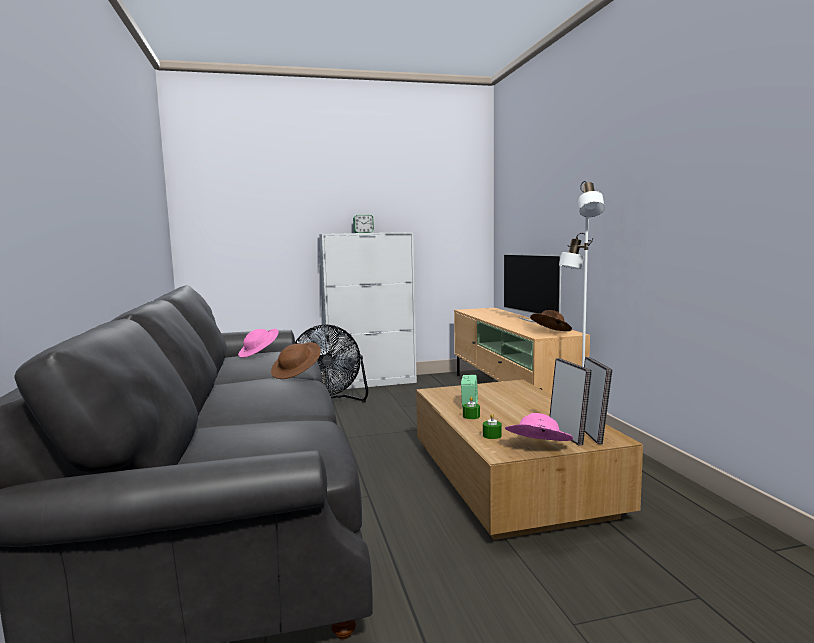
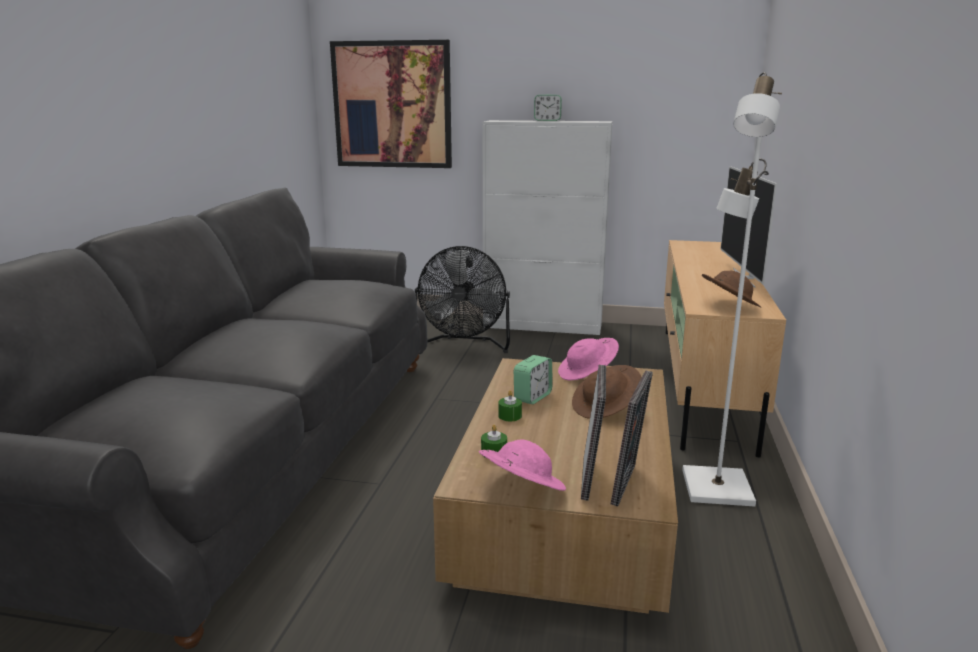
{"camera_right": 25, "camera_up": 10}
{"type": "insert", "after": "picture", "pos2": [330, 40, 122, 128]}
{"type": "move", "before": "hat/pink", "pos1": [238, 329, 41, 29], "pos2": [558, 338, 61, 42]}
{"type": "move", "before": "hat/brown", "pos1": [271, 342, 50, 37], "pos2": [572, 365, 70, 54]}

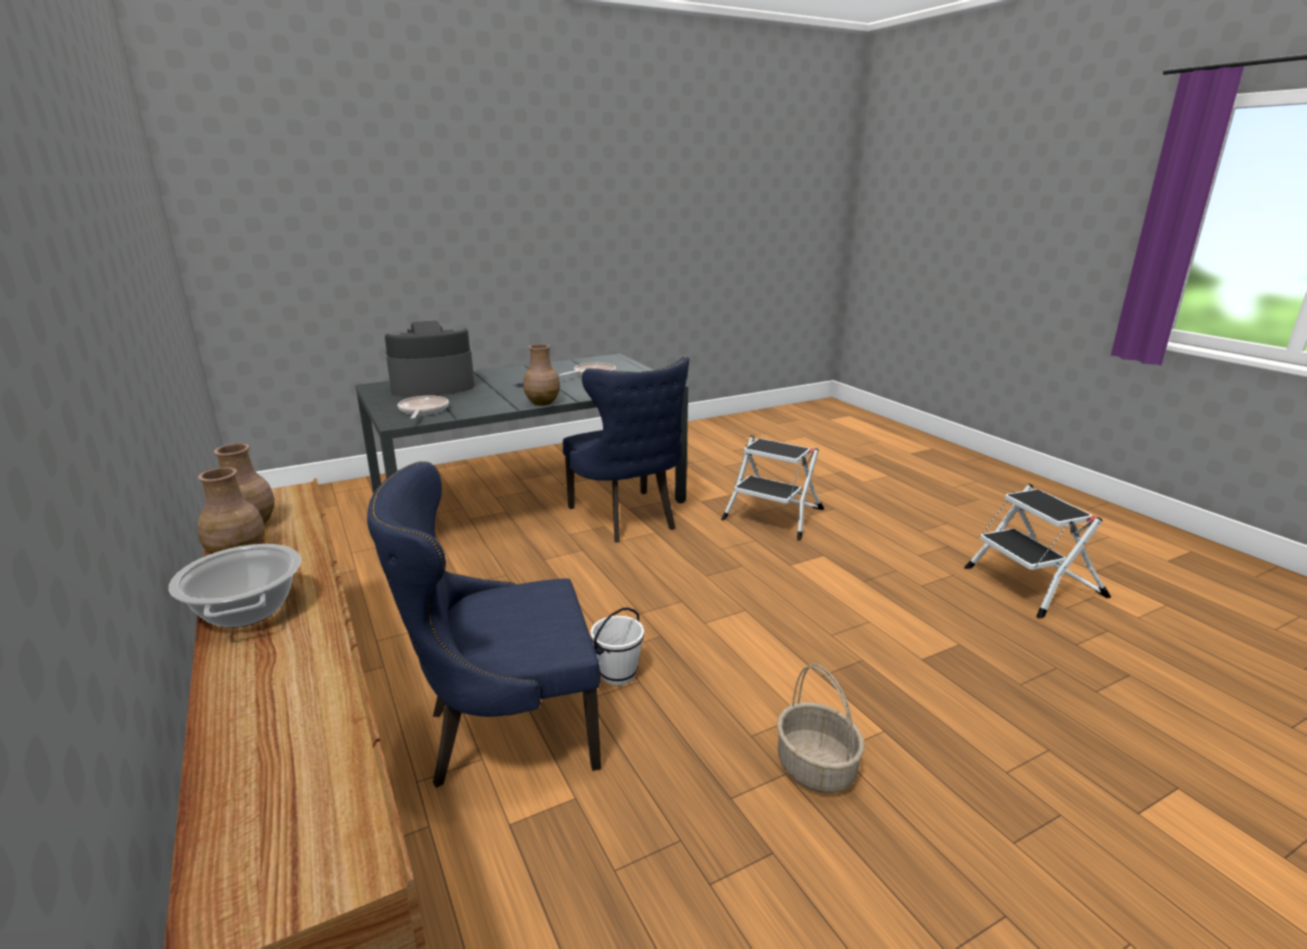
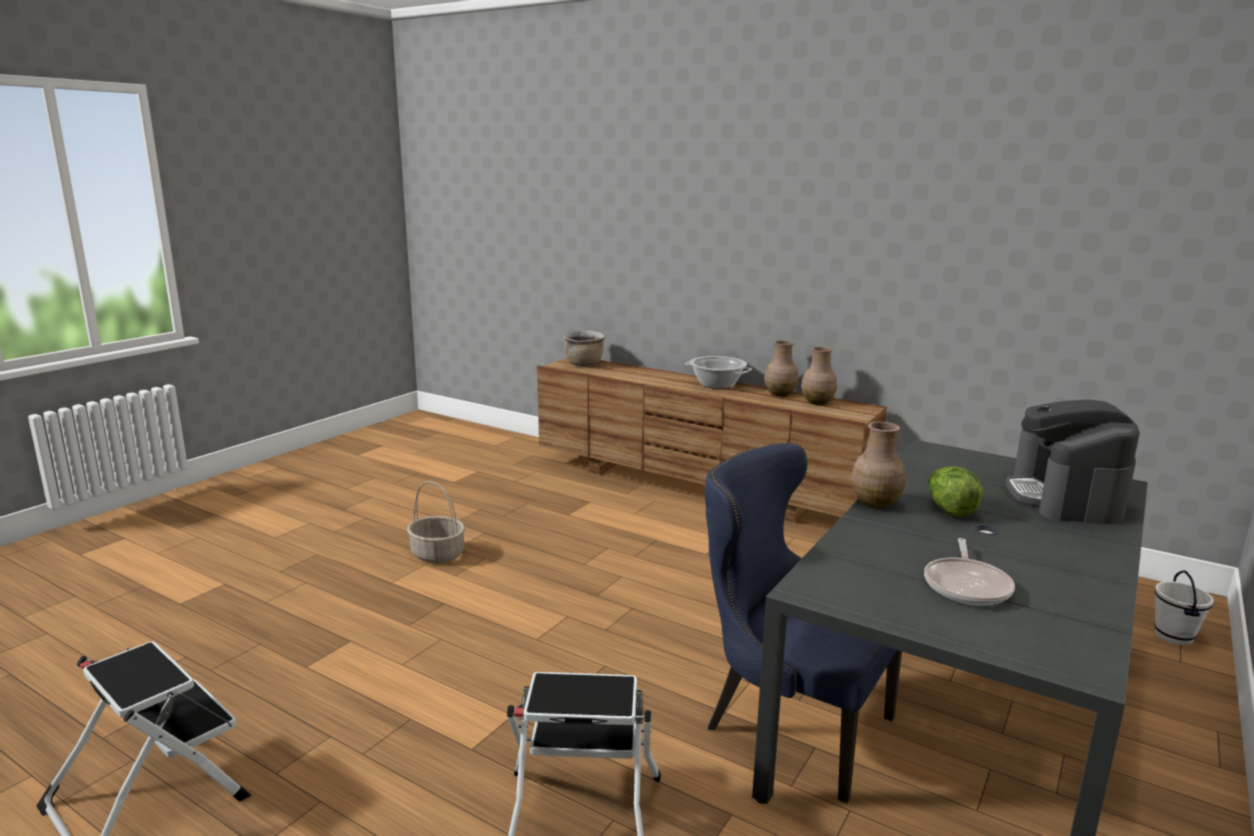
{"camera_right": 150, "camera_up": -5}
{"type": "delete", "before": "chair/blue", "pos1": [367, 461, 234, 327]}
{"type": "delete", "before": "frying pan", "pos1": [398, 395, 51, 24]}
{"type": "insert", "after": "cooking pot/brown", "pos2": [564, 331, 41, 35]}
{"type": "insert", "after": "lettuce", "pos2": [928, 466, 55, 51]}
{"type": "move", "before": "bucket/white", "pos1": [591, 607, 53, 79], "pos2": [1155, 570, 59, 75]}
{"type": "rotate", "before": "coffee machine", "pos1": [385, 321, 90, 76], "pos2": [1006, 399, 134, 125], "turn": 150}

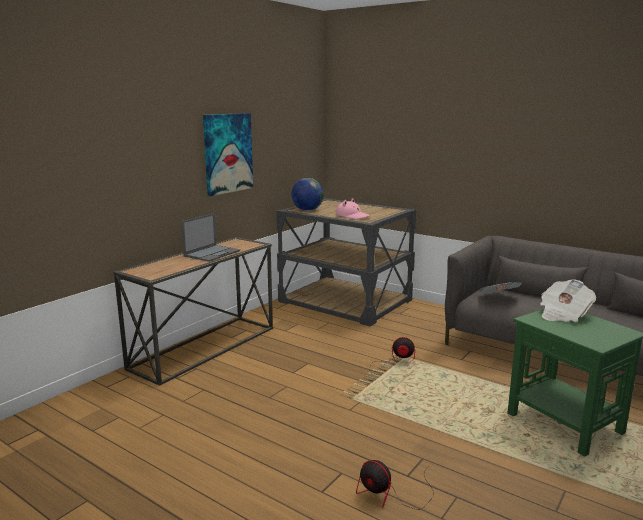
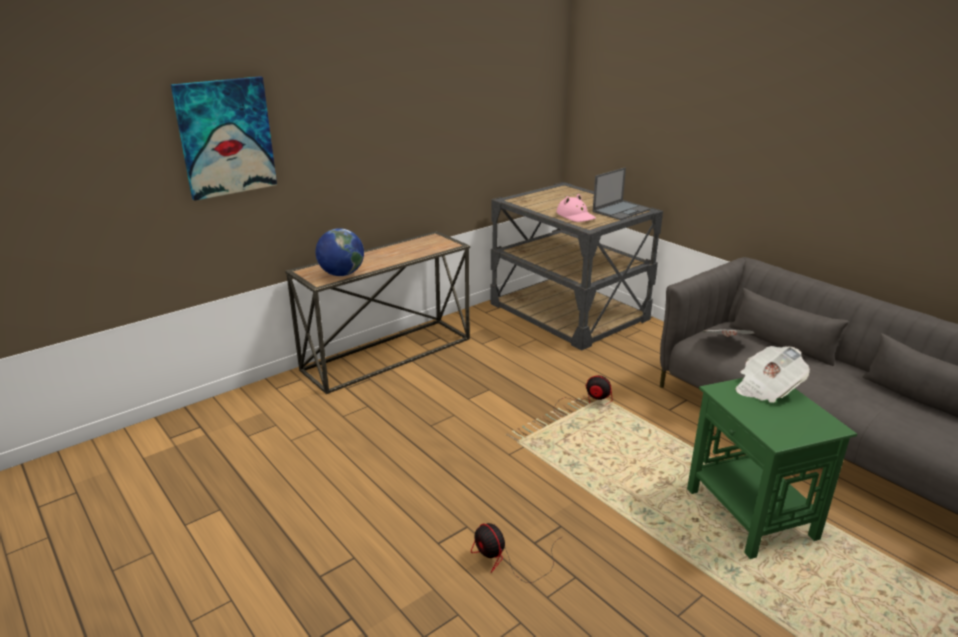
{"camera_right": 15, "camera_up": 10}
{"type": "move", "before": "laptop", "pos1": [181, 213, 59, 49], "pos2": [592, 168, 58, 52]}
{"type": "move", "before": "picture", "pos1": [203, 113, 50, 83], "pos2": [171, 76, 106, 125]}
{"type": "move", "before": "globe", "pos1": [291, 178, 33, 33], "pos2": [315, 228, 49, 48]}

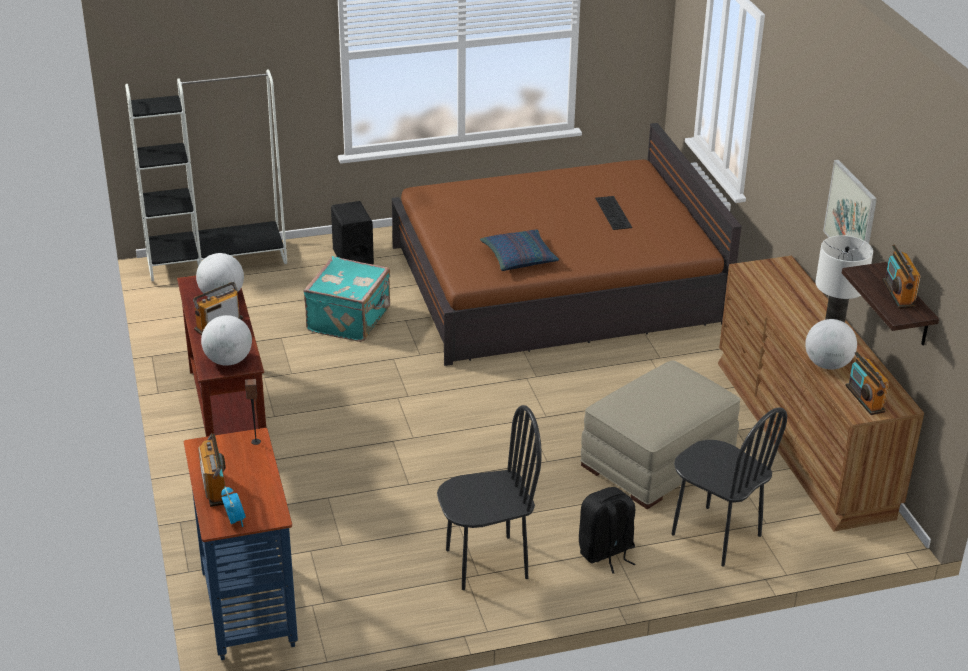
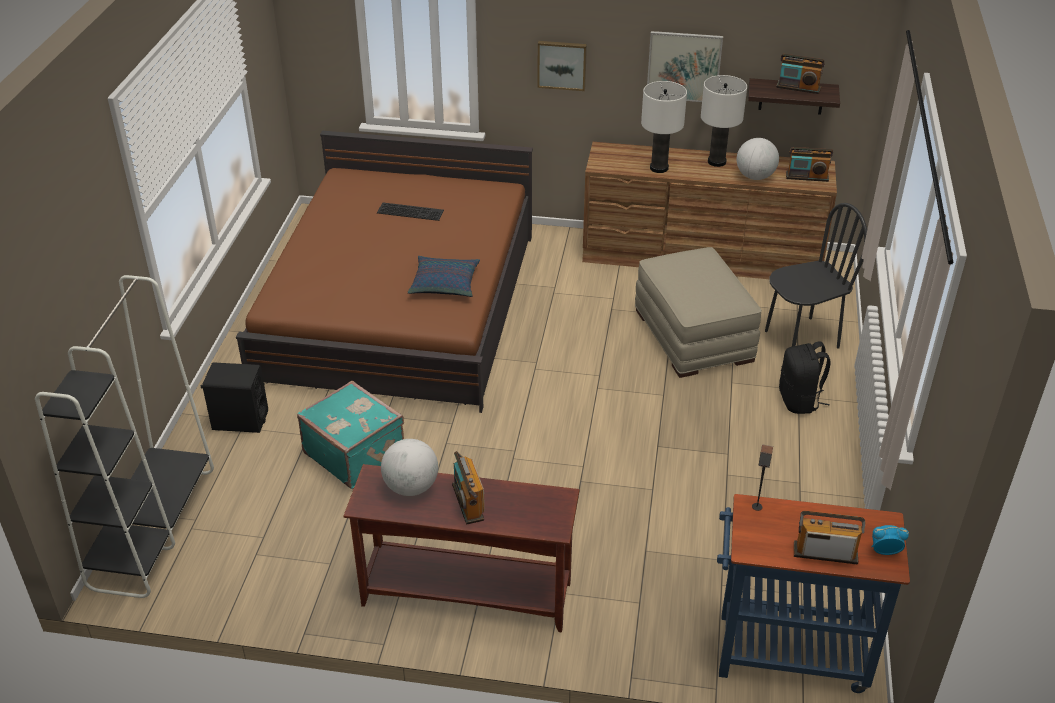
{"camera_right": -65, "camera_up": 5}
{"type": "delete", "before": "globe", "pos1": [201, 315, 51, 51]}
{"type": "delete", "before": "chair/black", "pos1": [437, 405, 105, 185]}
{"type": "insert", "after": "picture", "pos2": [537, 41, 50, 50]}
{"type": "insert", "after": "table lamp/white", "pos2": [641, 81, 46, 92]}

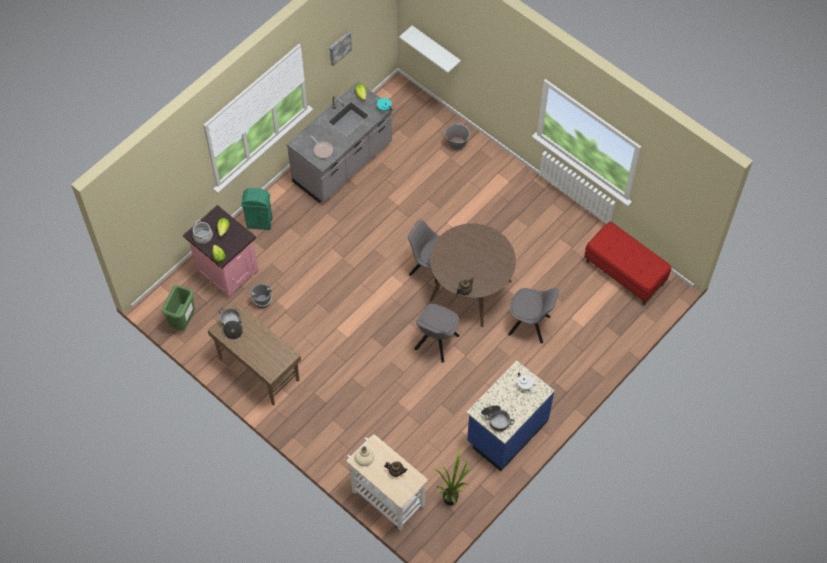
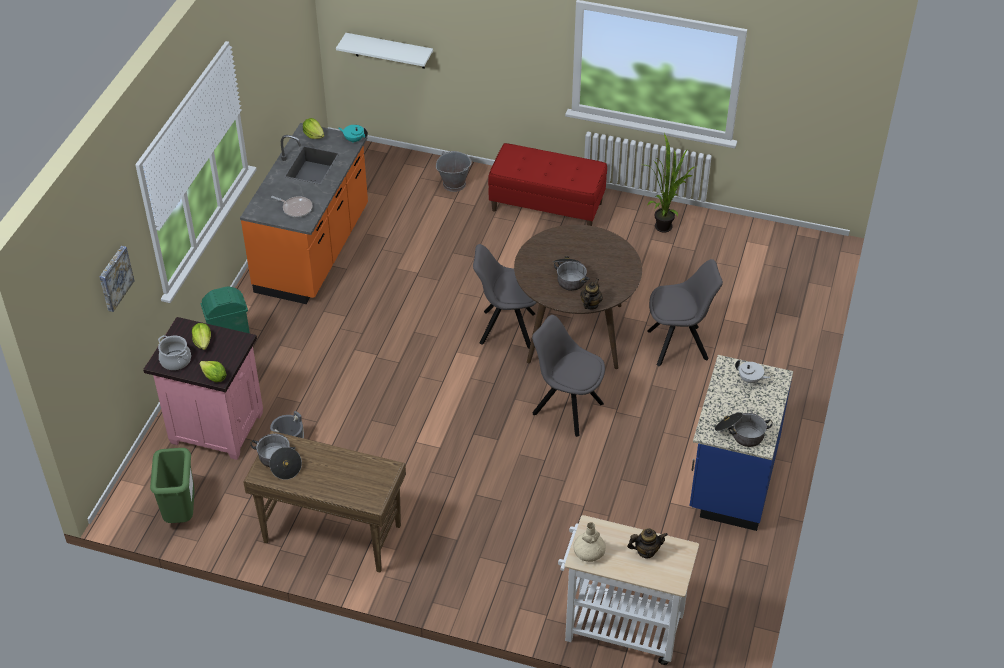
{"camera_right": -25, "camera_up": -15}
{"type": "insert", "after": "cooking pot", "pos2": [552, 256, 38, 35]}
{"type": "move", "before": "picture", "pos1": [330, 31, 22, 35], "pos2": [100, 246, 35, 66]}
{"type": "move", "before": "potted plant", "pos1": [432, 450, 40, 56], "pos2": [645, 134, 51, 99]}
{"type": "move", "before": "bench/red", "pos1": [584, 222, 87, 83], "pos2": [488, 143, 119, 83]}
{"type": "recolor", "before": "counter/grey", "after": "counter/orange", "pos1": [286, 82, 108, 121], "pos2": [240, 123, 128, 181]}
{"type": "rotate", "before": "chair/grey", "pos1": [414, 304, 46, 59], "pos2": [532, 315, 73, 122], "turn": 120}

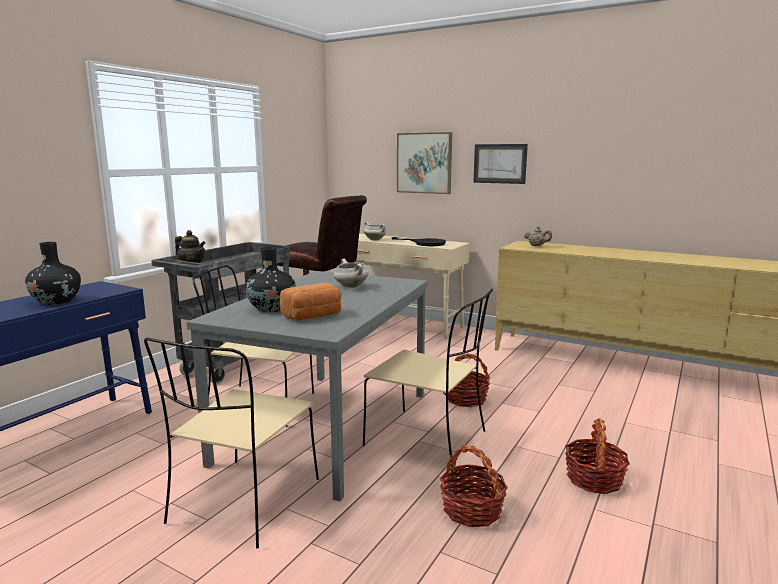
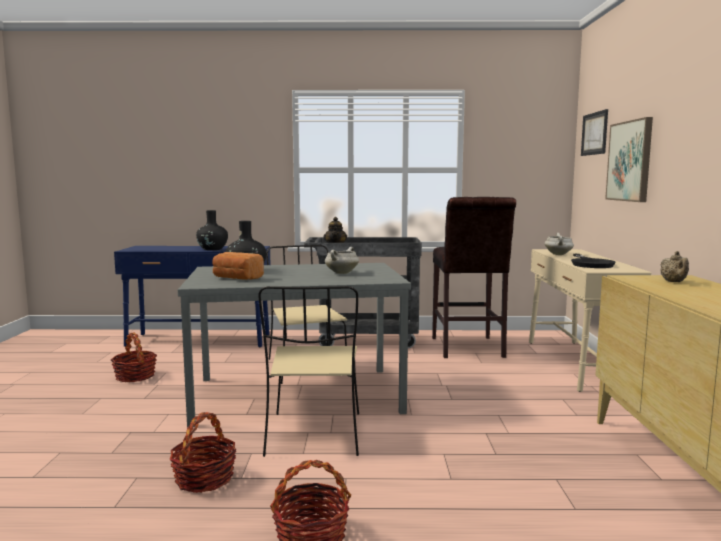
{"camera_right": 60, "camera_up": -5}
{"type": "delete", "before": "chair/beige", "pos1": [144, 337, 175, 211]}
{"type": "move", "before": "basket", "pos1": [448, 353, 42, 54], "pos2": [111, 332, 46, 50]}
{"type": "move", "before": "picture", "pos1": [473, 144, 55, 40], "pos2": [581, 109, 27, 47]}

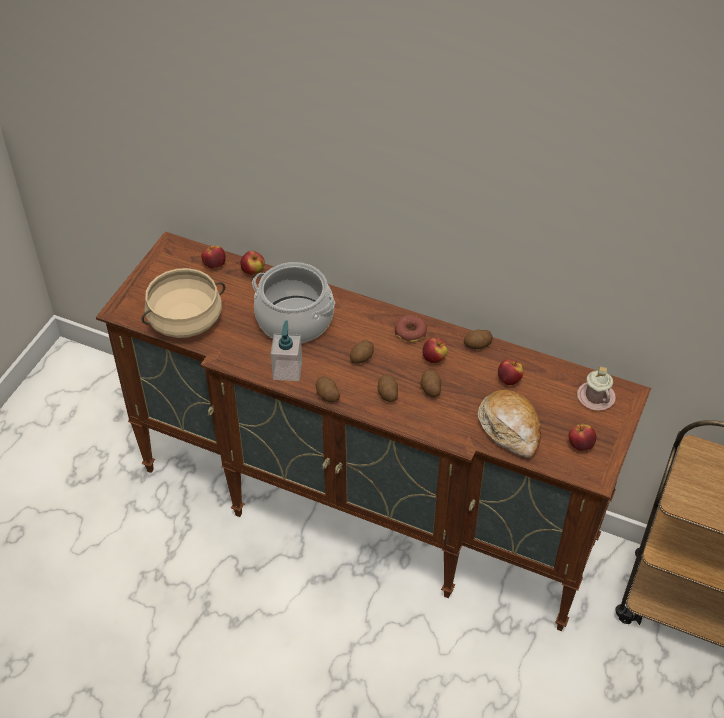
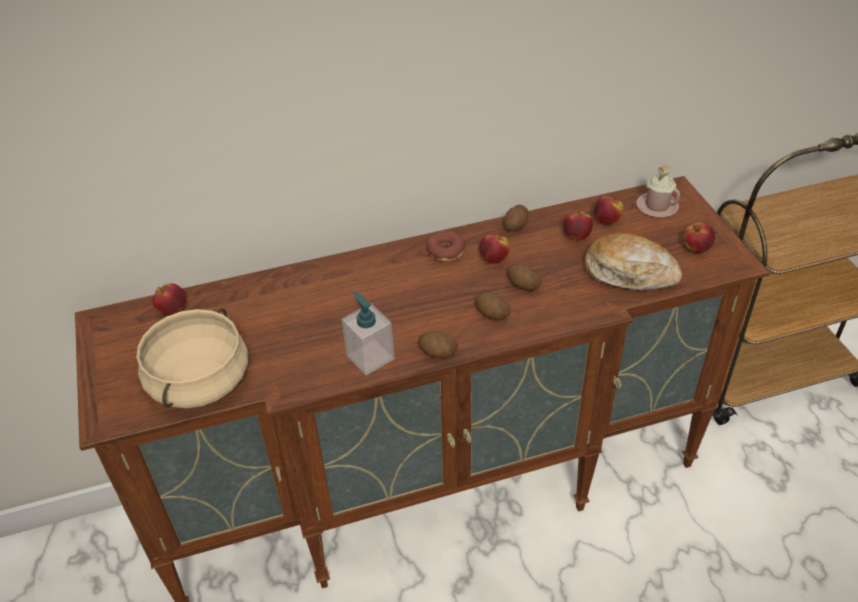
{"camera_right": -40, "camera_up": -5}
{"type": "delete", "before": "cooking pot", "pos1": [252, 262, 83, 81]}
{"type": "delete", "before": "potato", "pos1": [350, 340, 24, 24]}
{"type": "move", "before": "apple", "pos1": [240, 251, 25, 24], "pos2": [594, 196, 29, 29]}

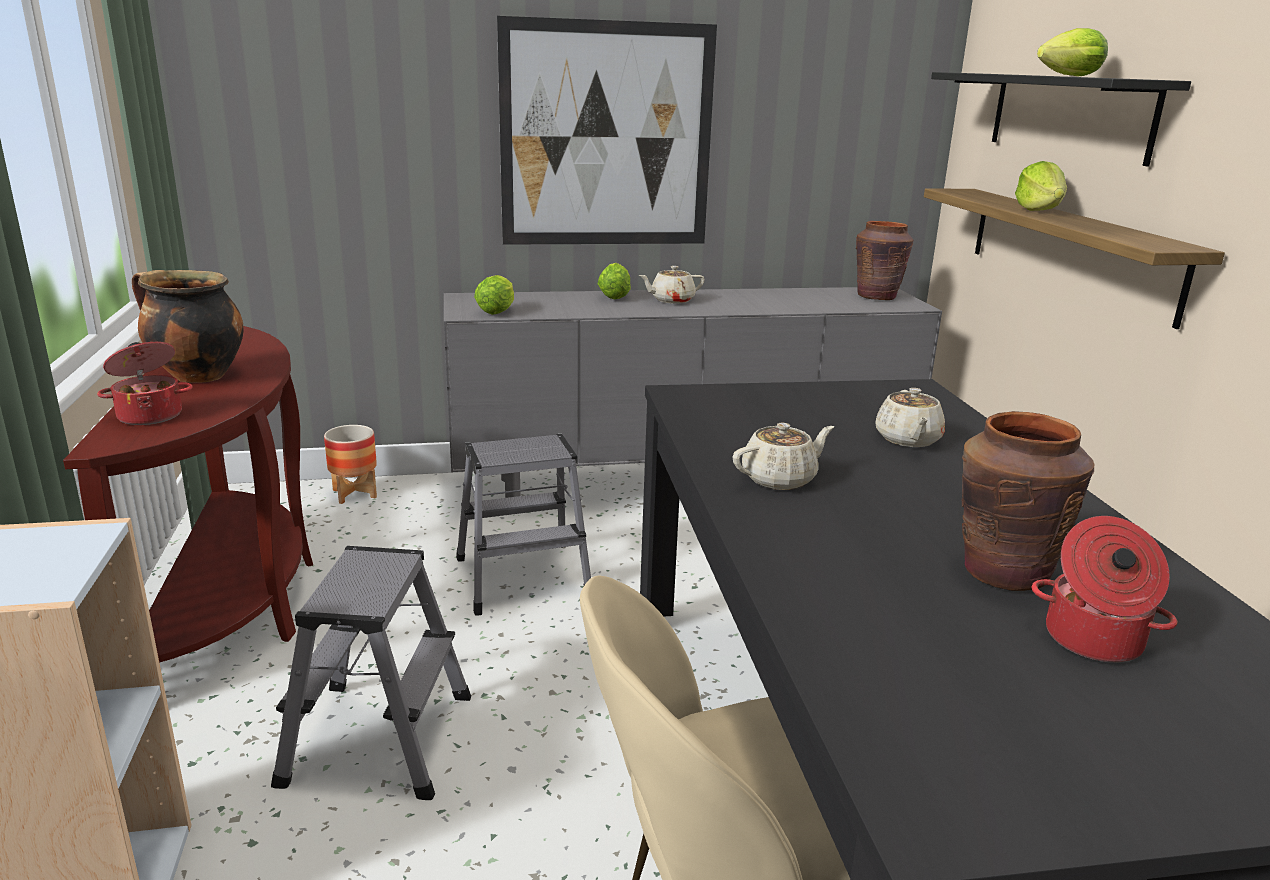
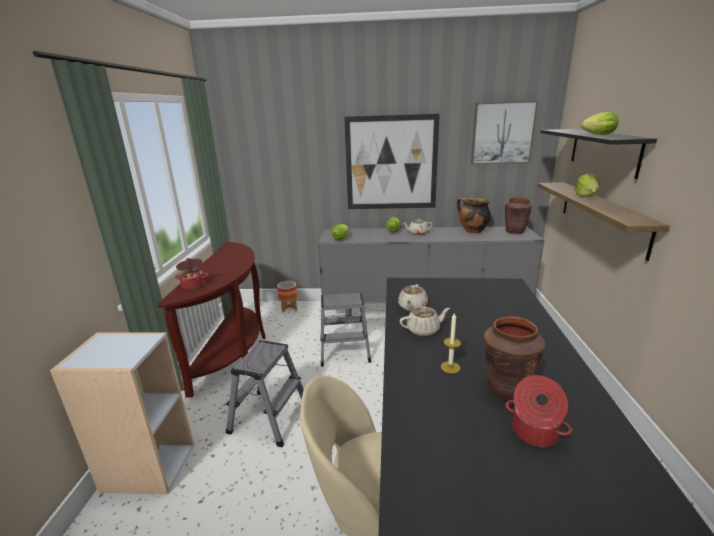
{"camera_right": 15, "camera_up": 0}
{"type": "insert", "after": "candle", "pos2": [441, 312, 20, 61]}
{"type": "insert", "after": "picture", "pos2": [471, 101, 67, 63]}
{"type": "move", "before": "cooking pot", "pos1": [132, 270, 112, 112], "pos2": [457, 197, 34, 36]}
{"type": "move", "before": "teapot/beige", "pos1": [875, 388, 70, 59], "pos2": [398, 284, 30, 28]}

